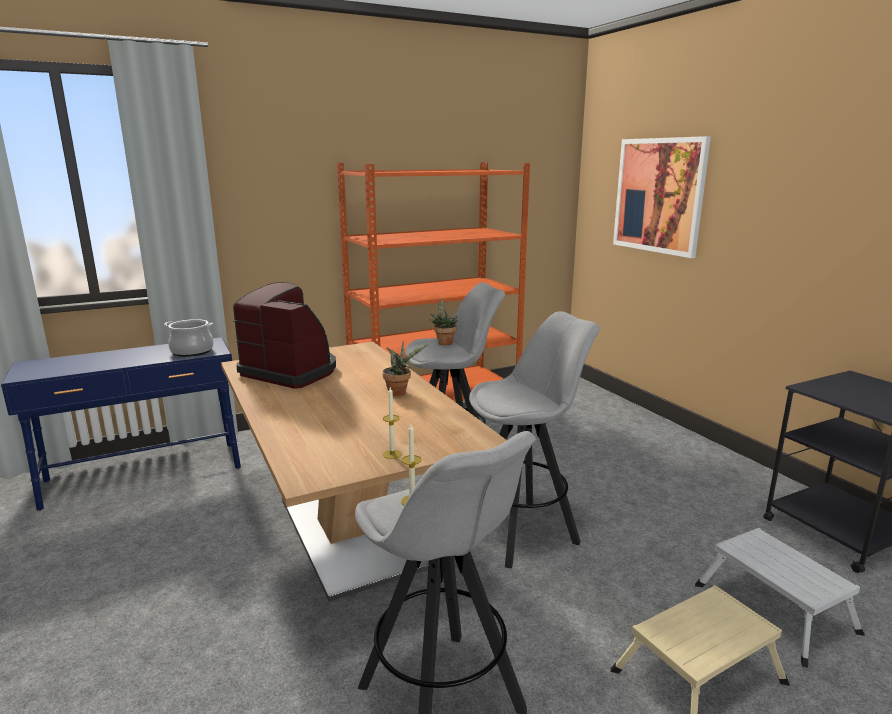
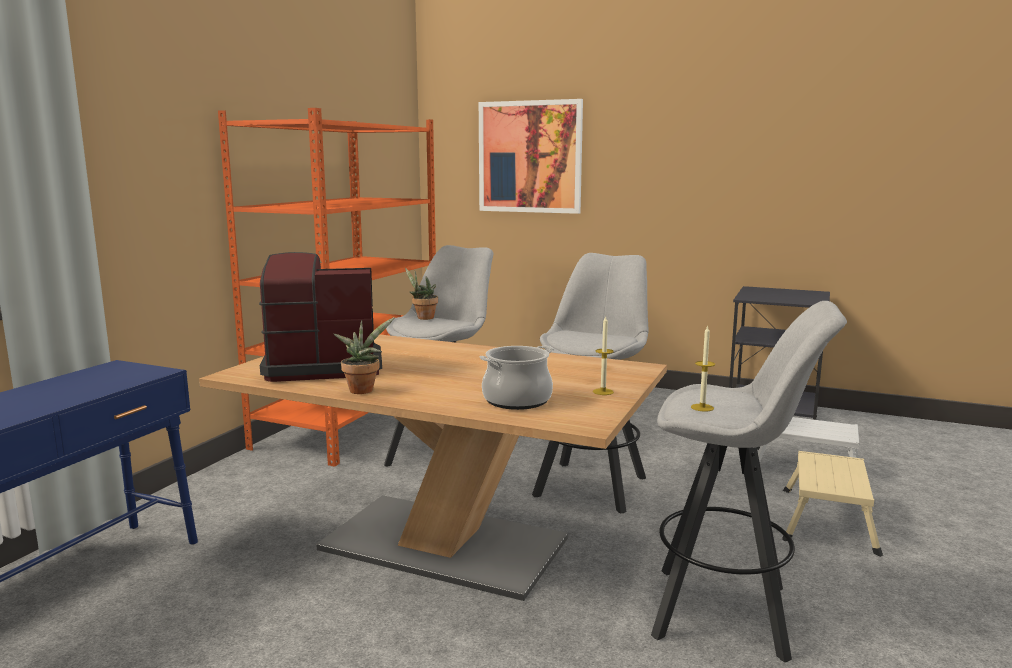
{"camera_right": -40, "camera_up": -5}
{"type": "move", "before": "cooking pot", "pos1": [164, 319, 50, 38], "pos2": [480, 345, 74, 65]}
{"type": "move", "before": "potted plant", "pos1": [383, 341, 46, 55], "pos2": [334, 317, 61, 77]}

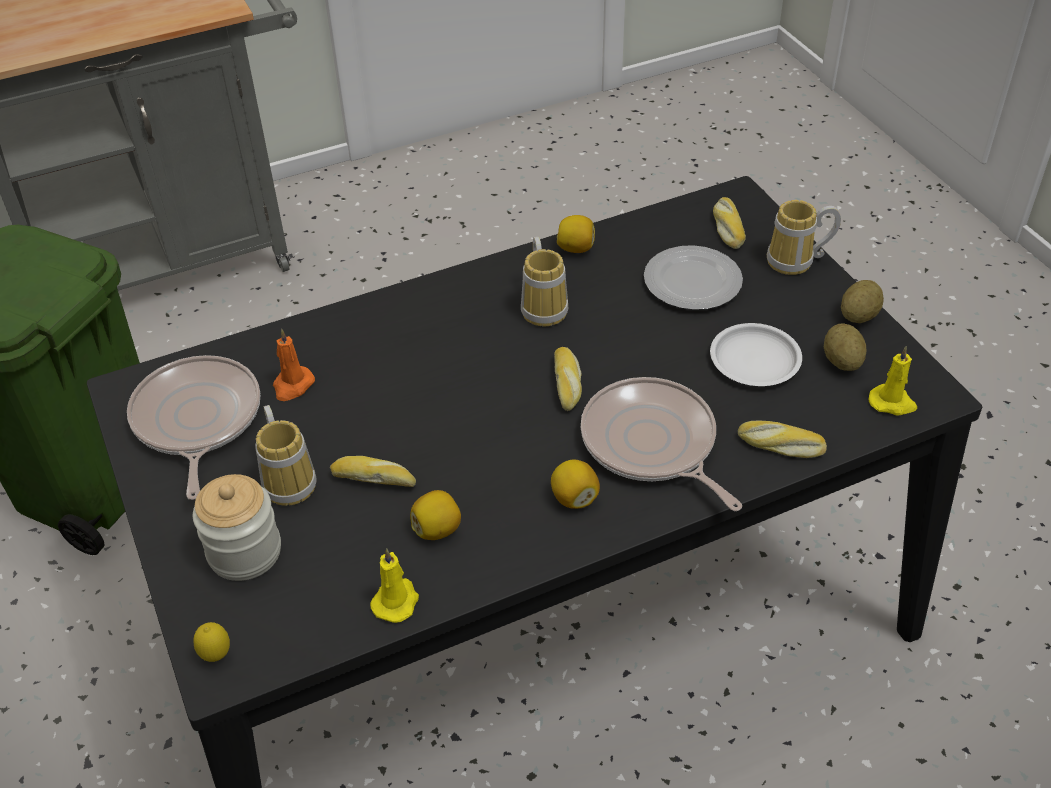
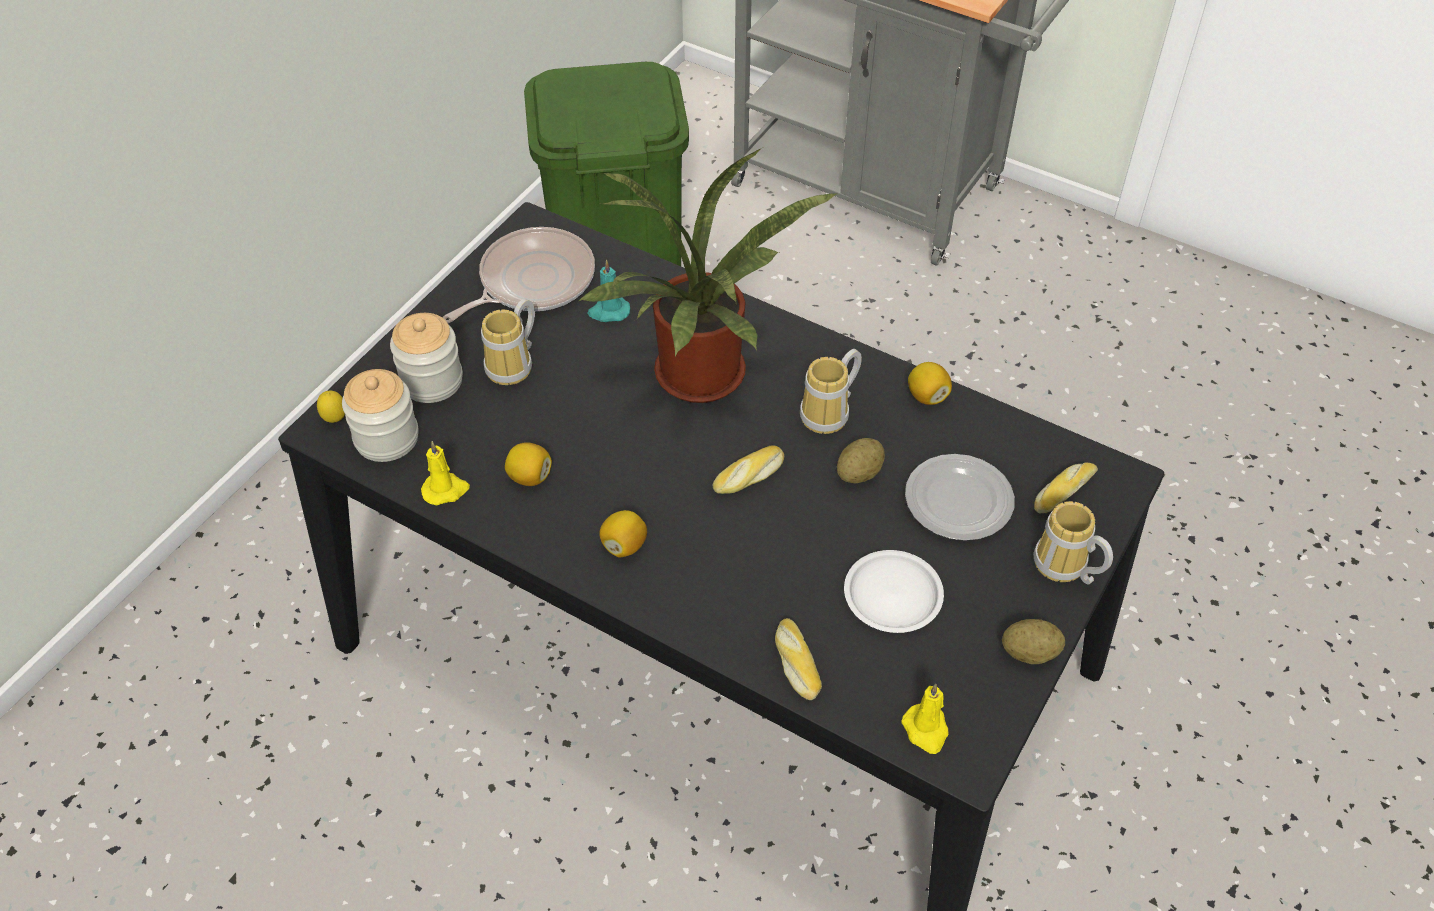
{"camera_right": 55, "camera_up": 5}
{"type": "delete", "before": "bread", "pos1": [330, 456, 86, 31]}
{"type": "delete", "before": "frying pan", "pos1": [581, 377, 161, 134]}
{"type": "insert", "after": "jar", "pos2": [342, 369, 77, 93]}
{"type": "insert", "after": "potted plant", "pos2": [579, 148, 257, 255]}
{"type": "move", "before": "potato", "pos1": [824, 323, 43, 48], "pos2": [837, 438, 48, 46]}
{"type": "recolor", "before": "candle/orange", "after": "candle/turquoise", "pos1": [273, 329, 42, 72], "pos2": [587, 260, 43, 62]}

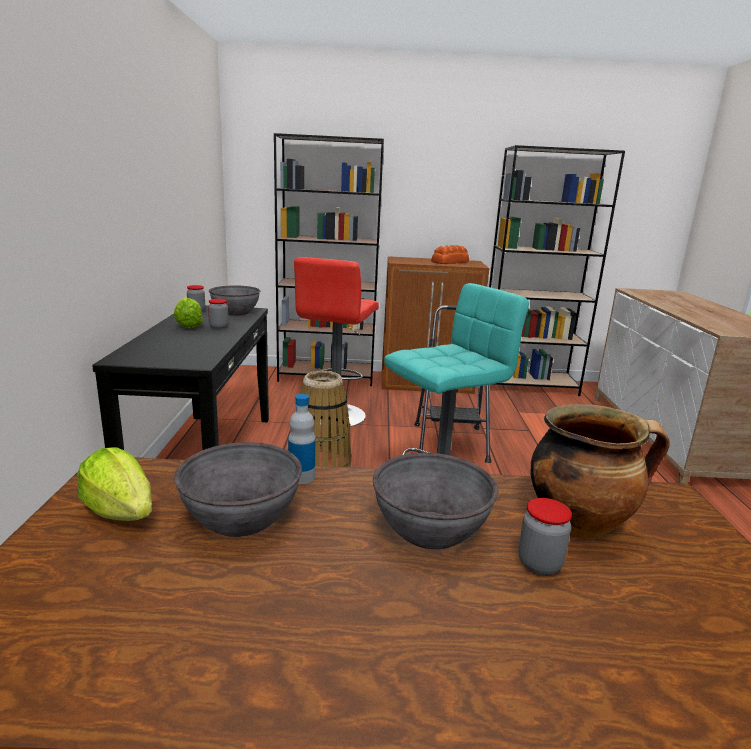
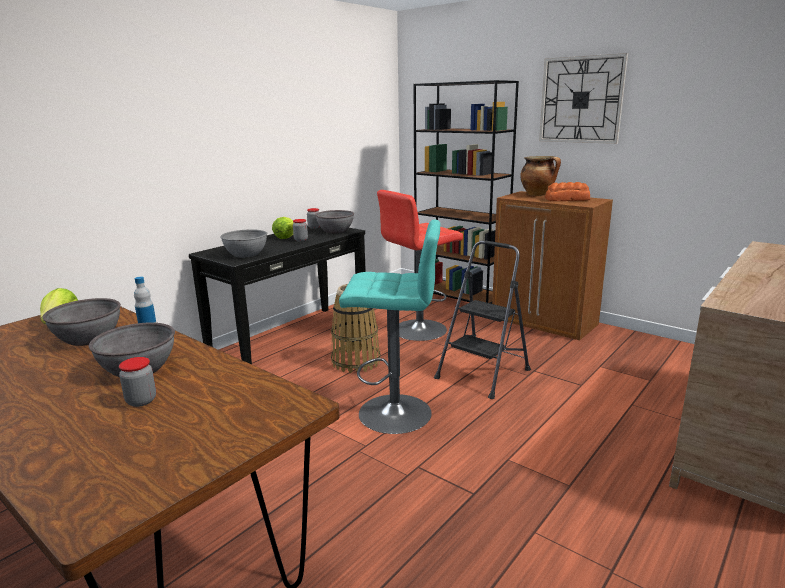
{"camera_right": 40, "camera_up": 0}
{"type": "delete", "before": "bookcase/beige", "pos1": [485, 145, 140, 251]}
{"type": "insert", "after": "bowl/grey", "pos2": [220, 229, 47, 29]}
{"type": "insert", "after": "wall clock", "pos2": [539, 53, 89, 91]}
{"type": "move", "before": "cooking pot", "pos1": [531, 404, 139, 135], "pos2": [520, 156, 41, 40]}

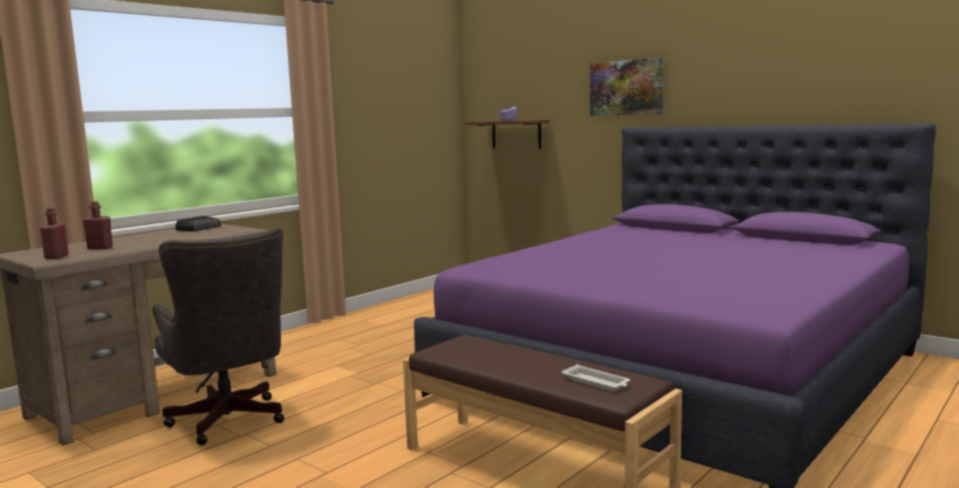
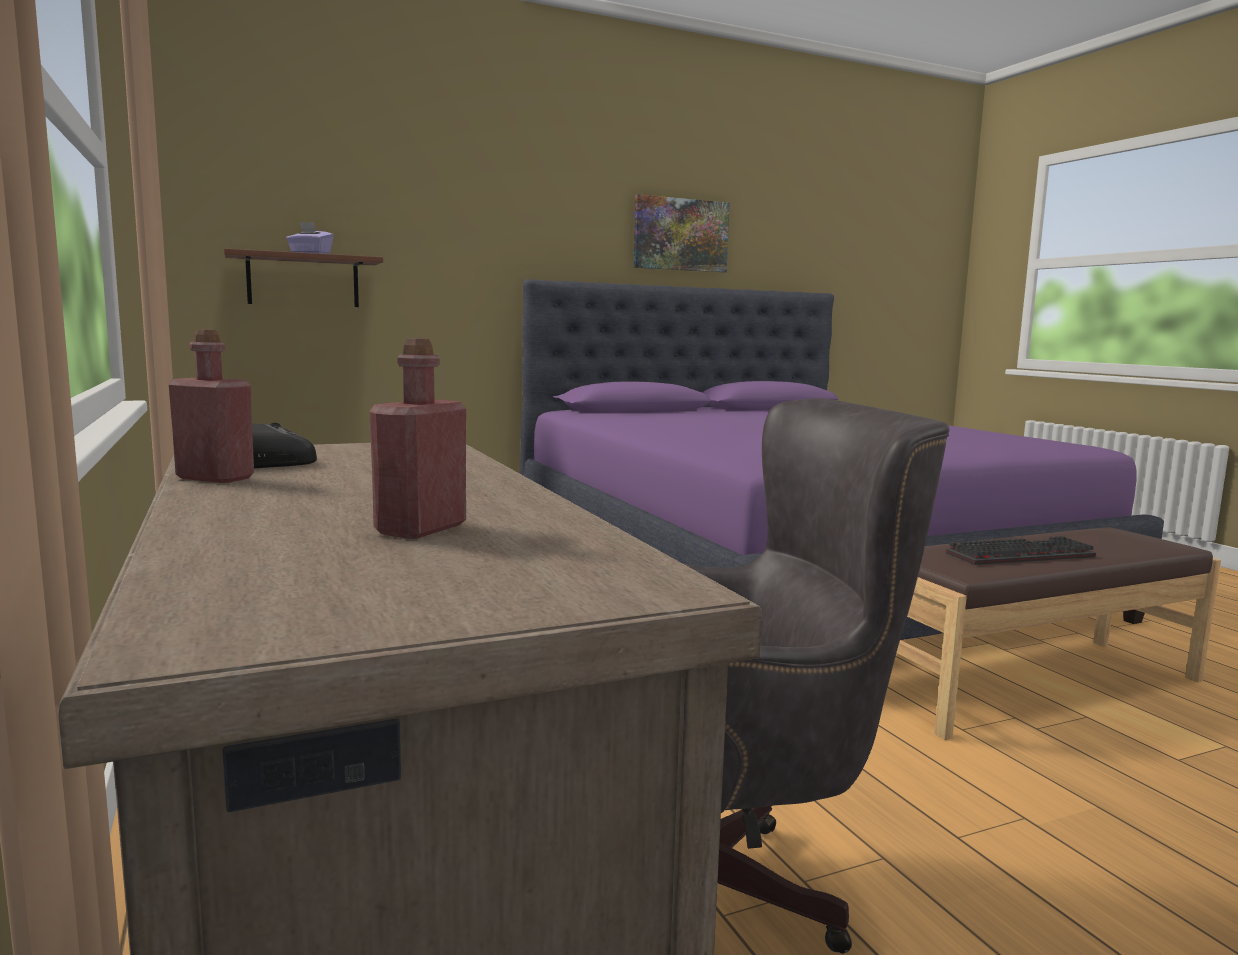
{"camera_right": -65, "camera_up": 0}
{"type": "delete", "before": "tray/white", "pos1": [562, 364, 68, 27]}
{"type": "insert", "after": "keyboard", "pos2": [946, 536, 150, 29]}
{"type": "move", "before": "bottle/red", "pos1": [40, 208, 29, 51], "pos2": [169, 329, 85, 154]}
{"type": "move", "before": "picture", "pos1": [590, 58, 73, 58], "pos2": [633, 194, 97, 78]}

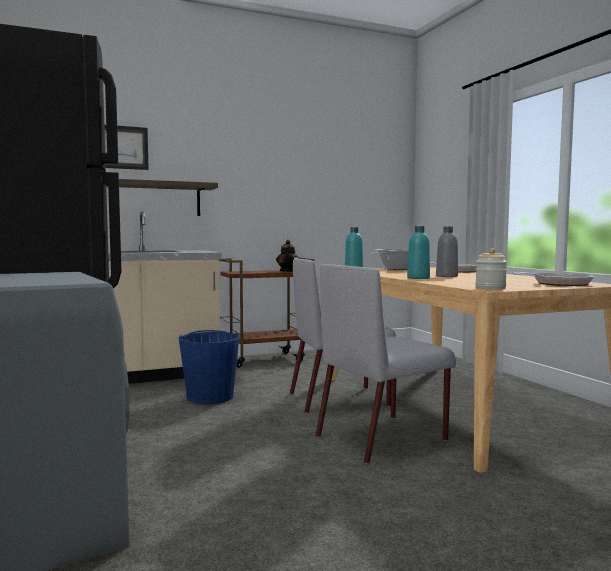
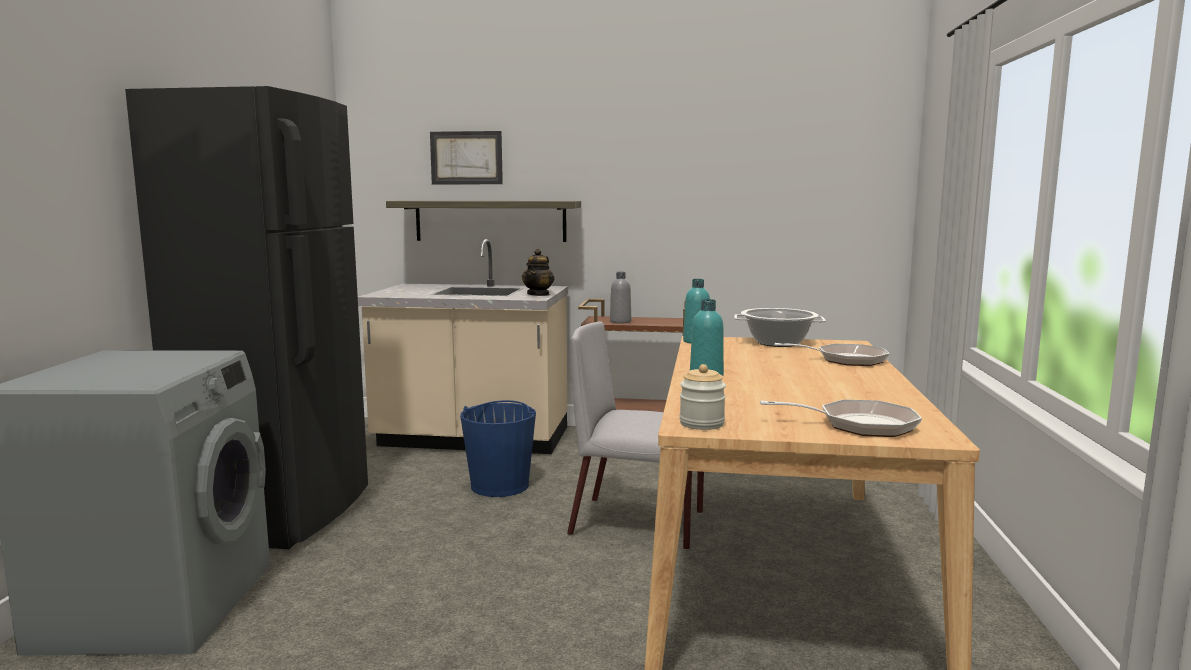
{"camera_right": 30, "camera_up": 5}
{"type": "delete", "before": "chair/grey", "pos1": [316, 264, 140, 200]}
{"type": "move", "before": "teapot", "pos1": [276, 240, 24, 32], "pos2": [522, 249, 32, 47]}
{"type": "move", "before": "bottle/grey", "pos1": [436, 226, 22, 51], "pos2": [610, 272, 21, 51]}

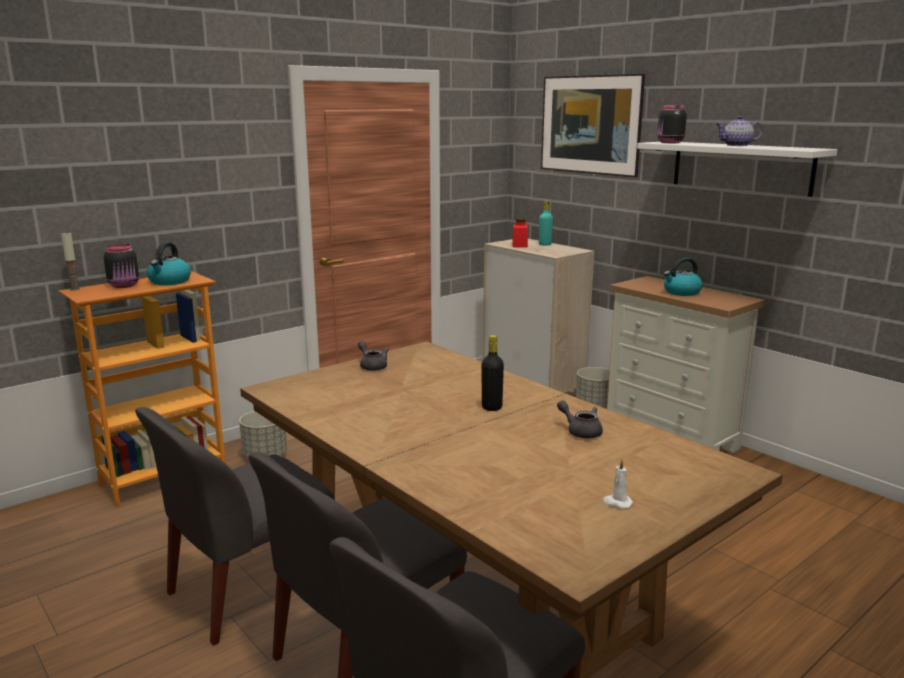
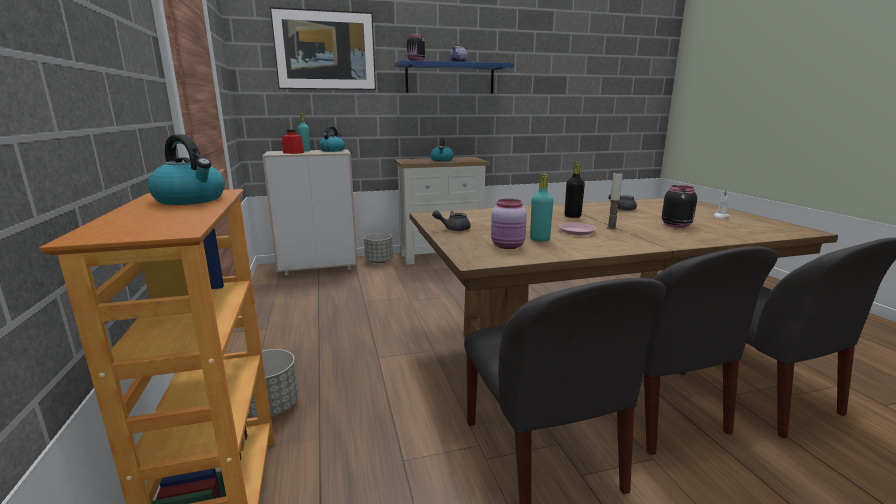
{"camera_right": -65, "camera_up": 0}
{"type": "insert", "after": "kettle", "pos2": [319, 126, 26, 26]}
{"type": "insert", "after": "jar/pink", "pos2": [491, 199, 36, 50]}
{"type": "insert", "after": "bottle/turquoise", "pos2": [530, 174, 23, 68]}
{"type": "insert", "after": "plate/pink", "pos2": [558, 222, 39, 13]}
{"type": "move", "before": "candle", "pos1": [61, 233, 19, 58], "pos2": [607, 173, 16, 56]}
{"type": "move", "before": "jar/black", "pos1": [104, 244, 35, 44], "pos2": [662, 185, 35, 43]}
{"type": "recolor", "before": "shelf/white", "after": "shelf/blue", "pos1": [637, 142, 200, 55], "pos2": [395, 60, 119, 34]}

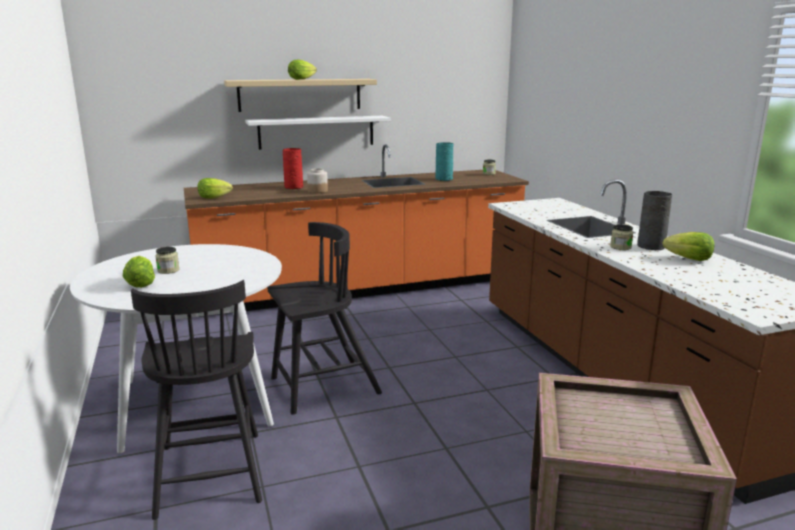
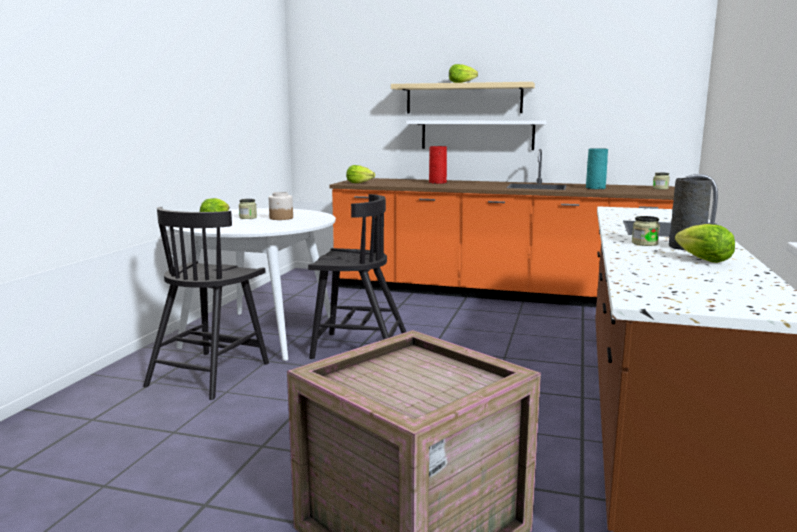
{"camera_right": 35, "camera_up": -5}
{"type": "move", "before": "jar", "pos1": [307, 168, 21, 25], "pos2": [269, 192, 24, 28]}

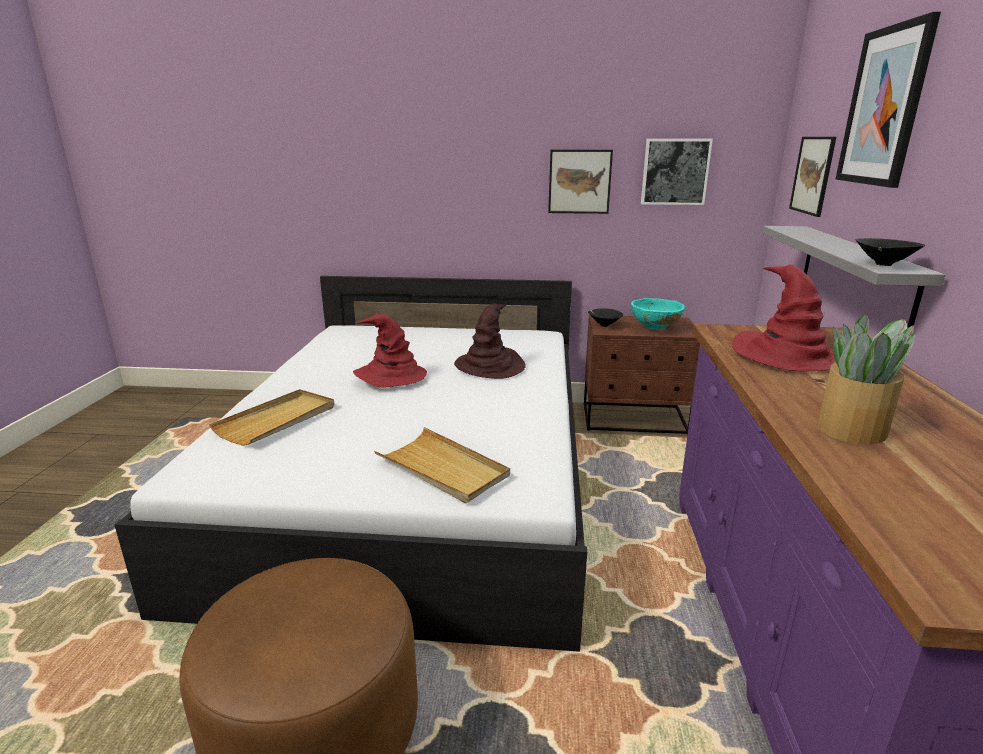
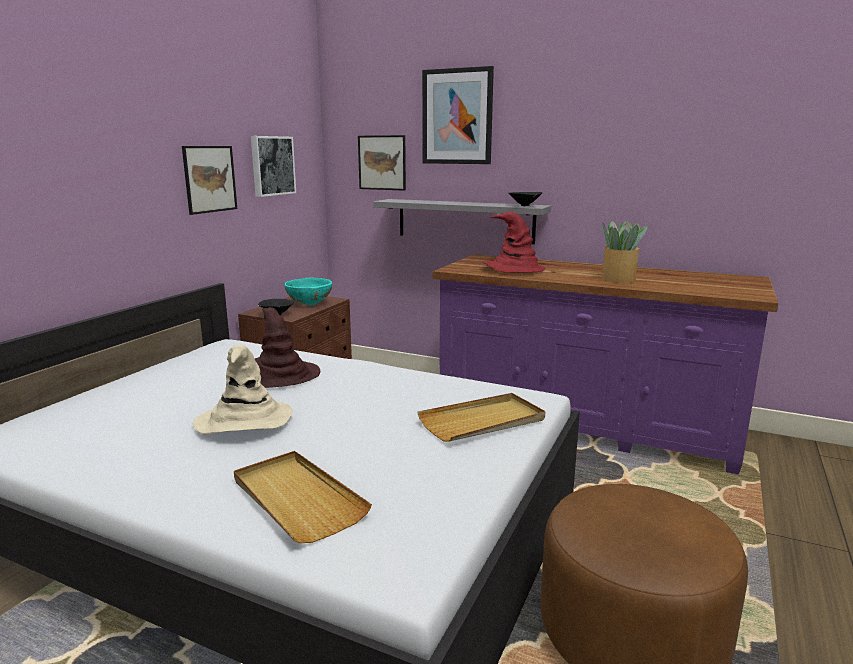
{"camera_right": -70, "camera_up": -5}
{"type": "recolor", "before": "hat/red", "after": "hat/beige", "pos1": [353, 314, 74, 73], "pos2": [193, 344, 100, 90]}

